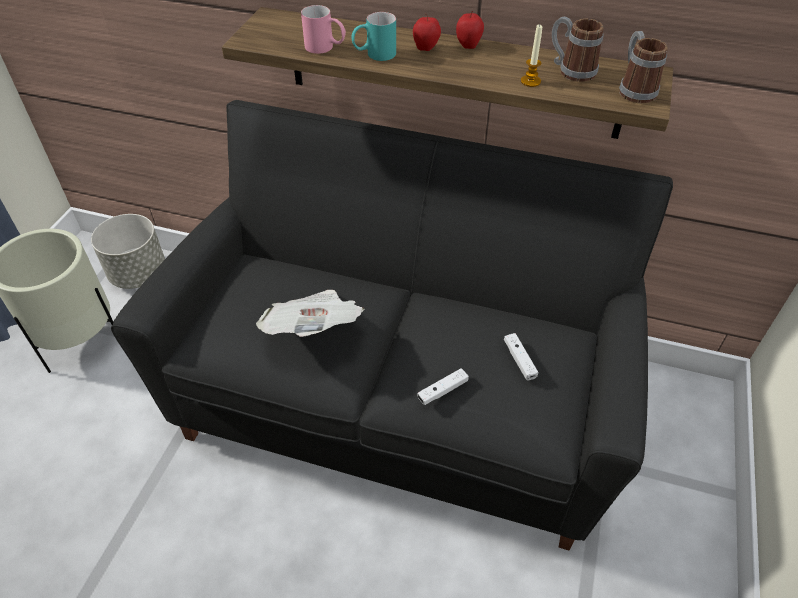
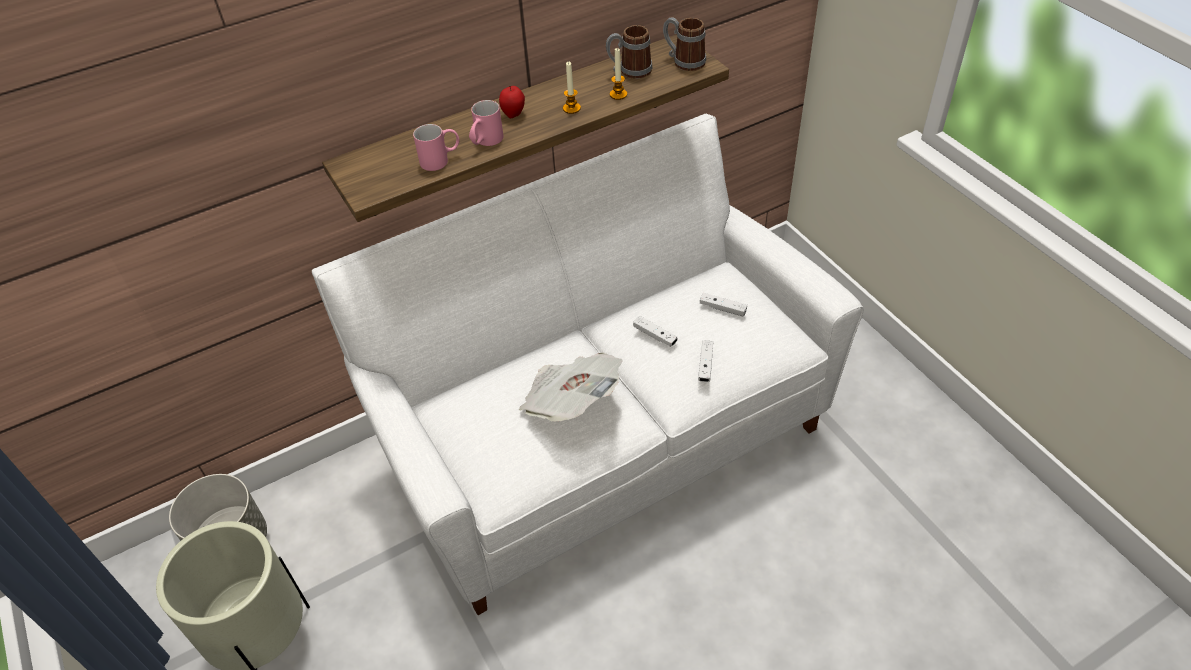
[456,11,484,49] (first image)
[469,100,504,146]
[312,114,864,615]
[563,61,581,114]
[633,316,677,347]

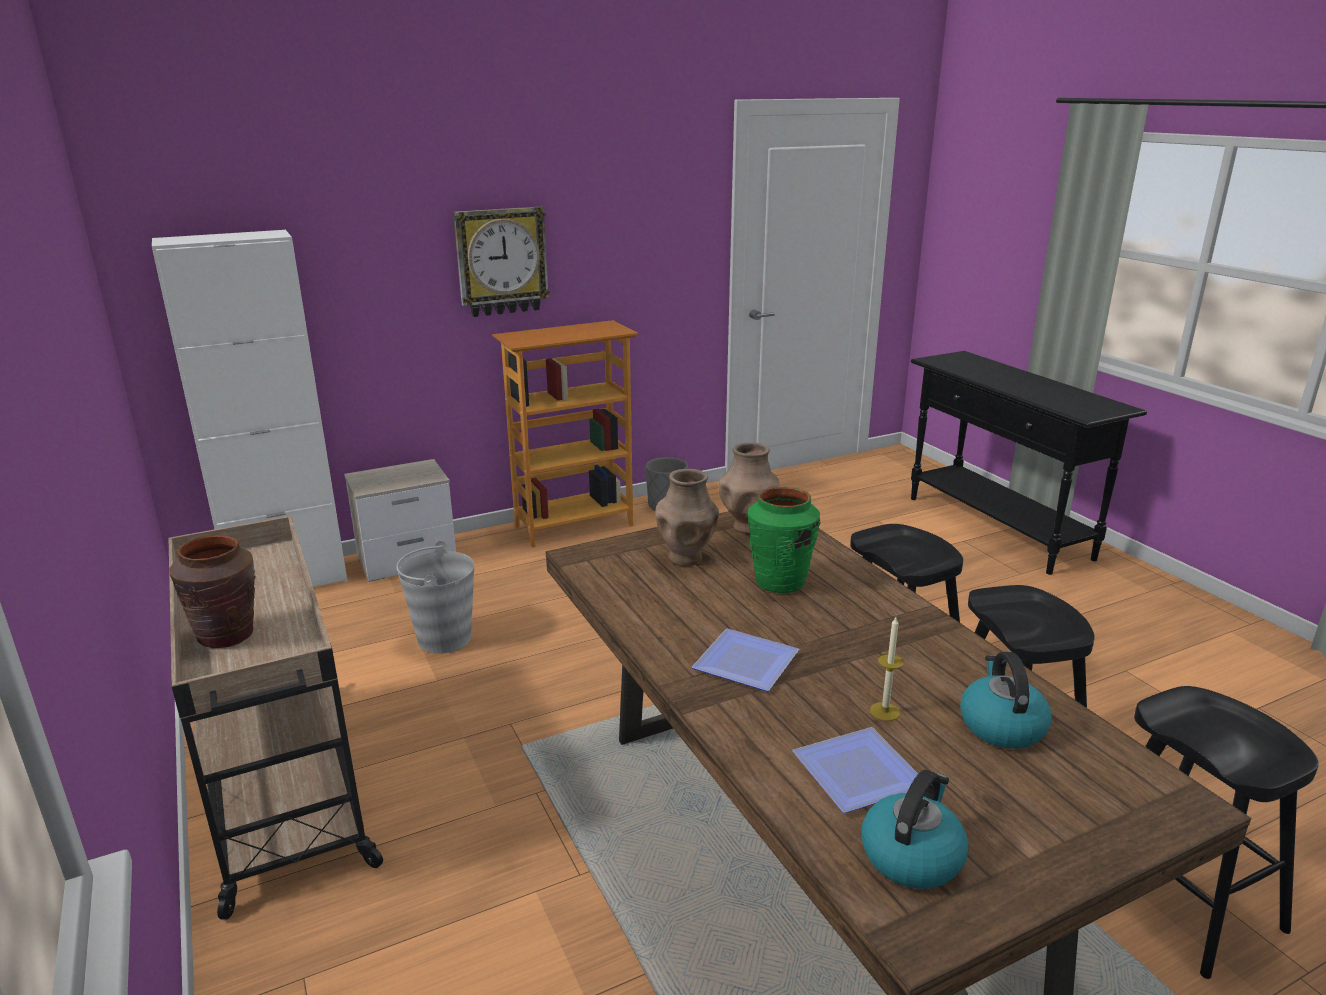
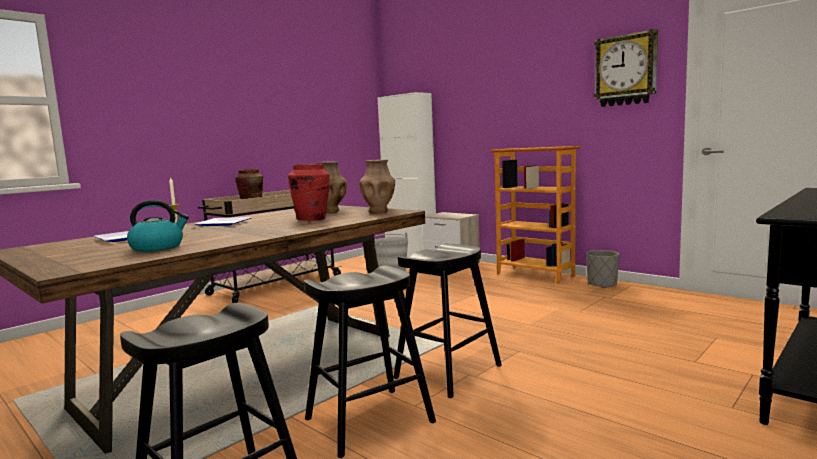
[594,29,658,107]
[288,164,330,221]
[861,770,968,889] (first image)

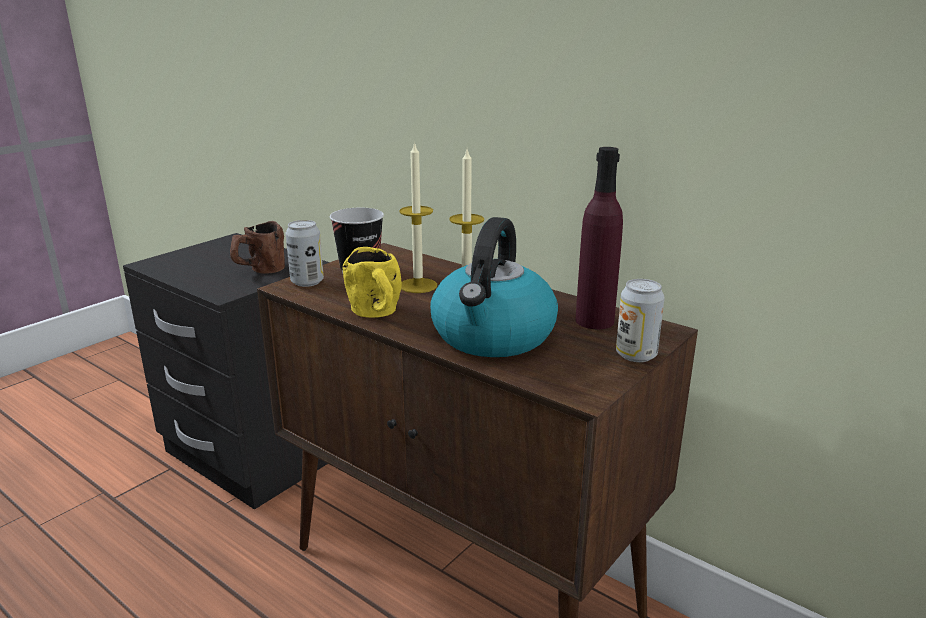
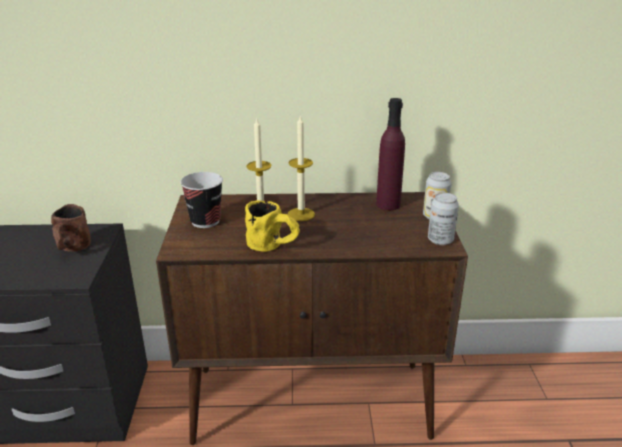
[430,217,558,357] (first image)
[428,193,459,245]

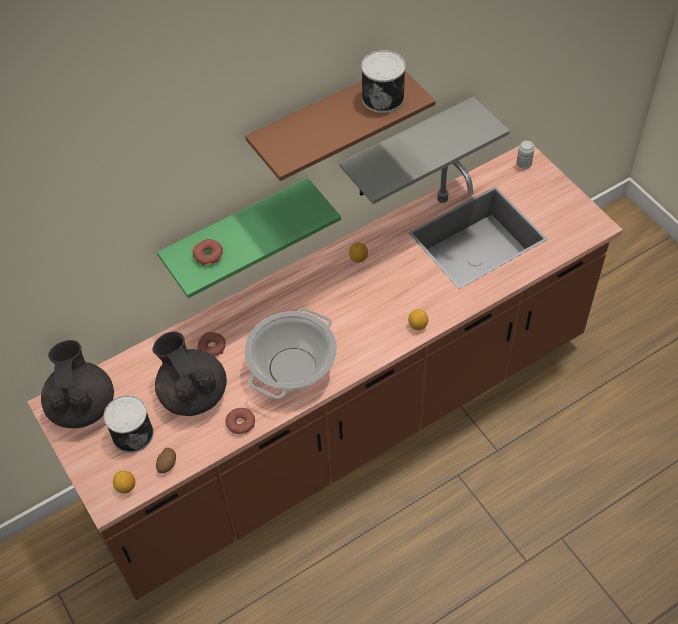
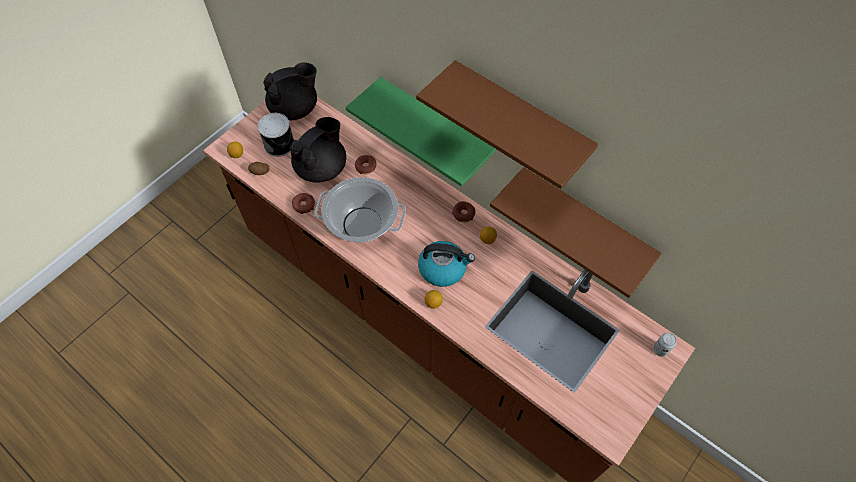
[361,50,406,113] (first image)
[490,167,662,298]
[452,201,475,223]
[418,241,475,287]

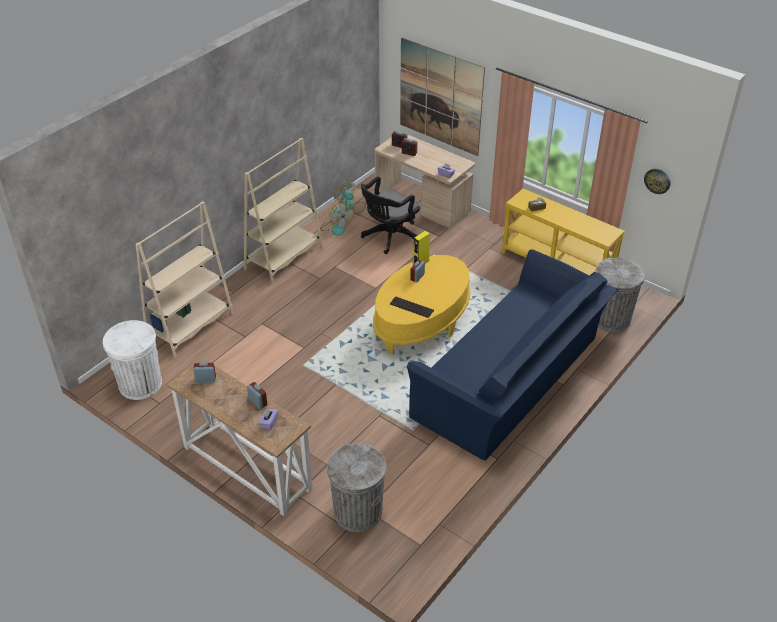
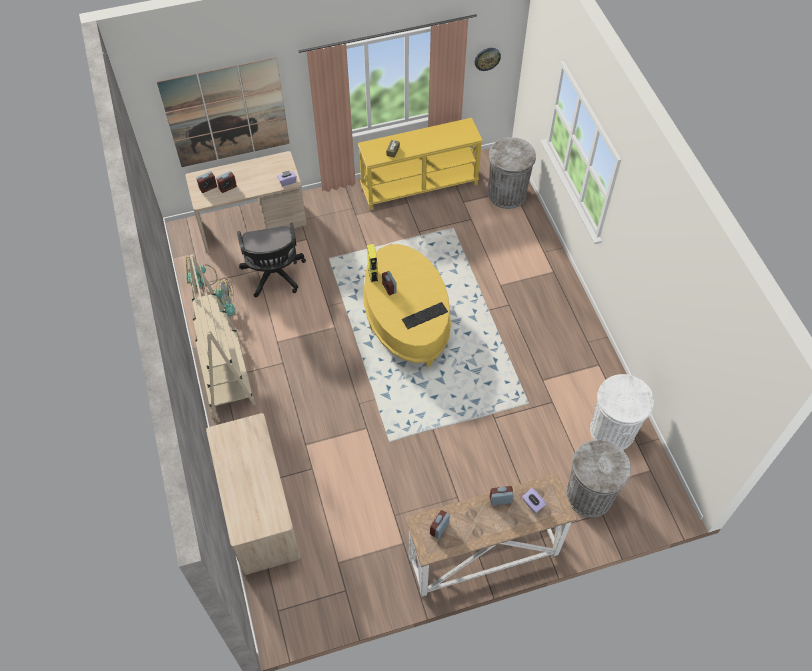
[206,413,301,575]
[407,249,618,461] (first image)
[590,374,654,450]

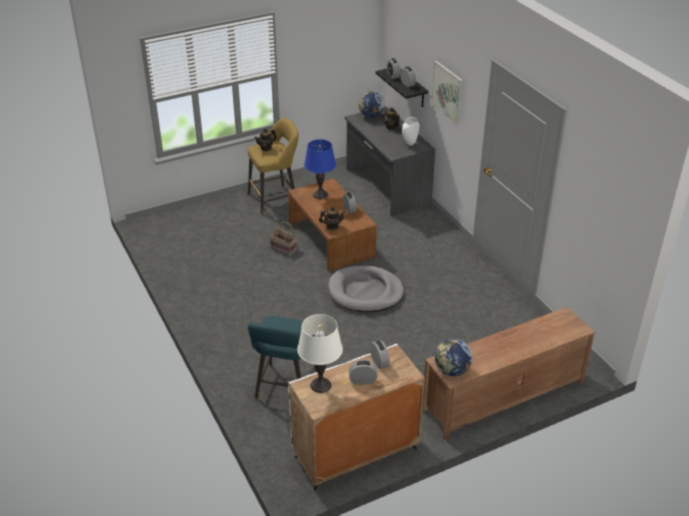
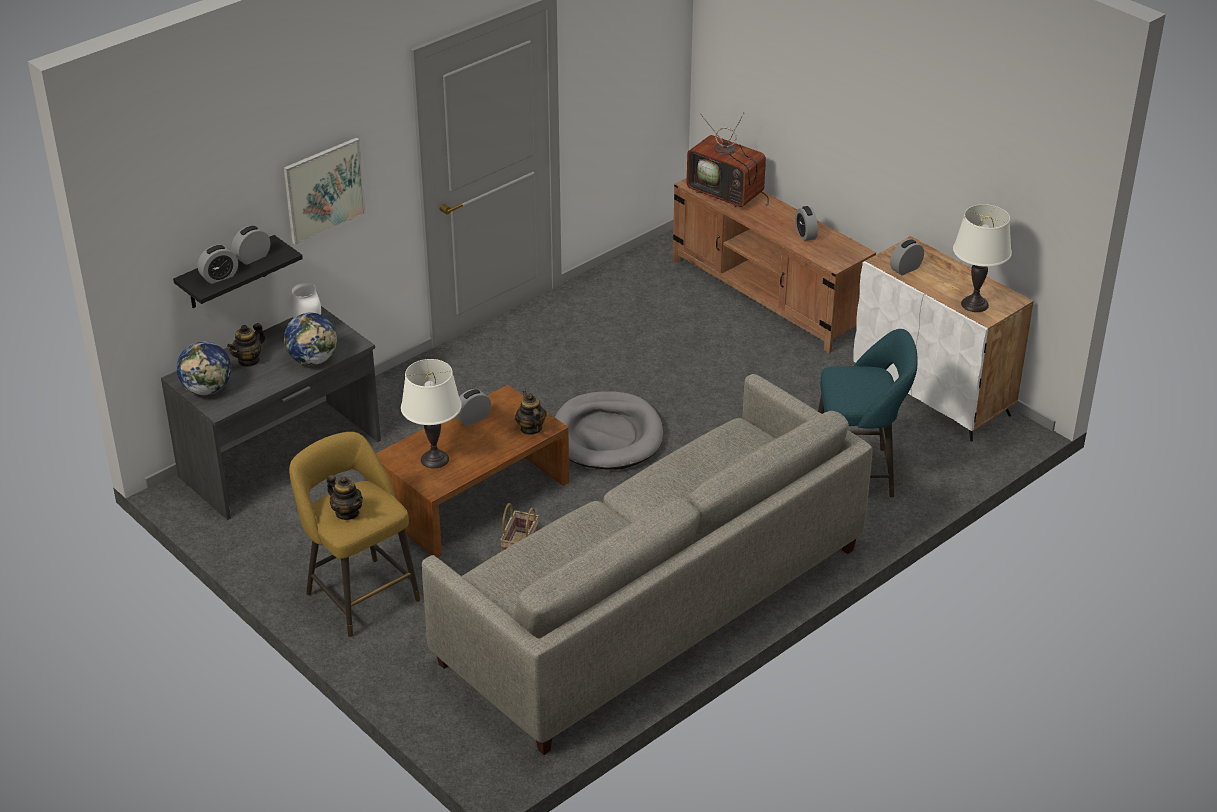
[401,359,462,469]
[284,313,337,365]
[795,206,818,241]
[687,112,769,207]
[422,374,872,755]

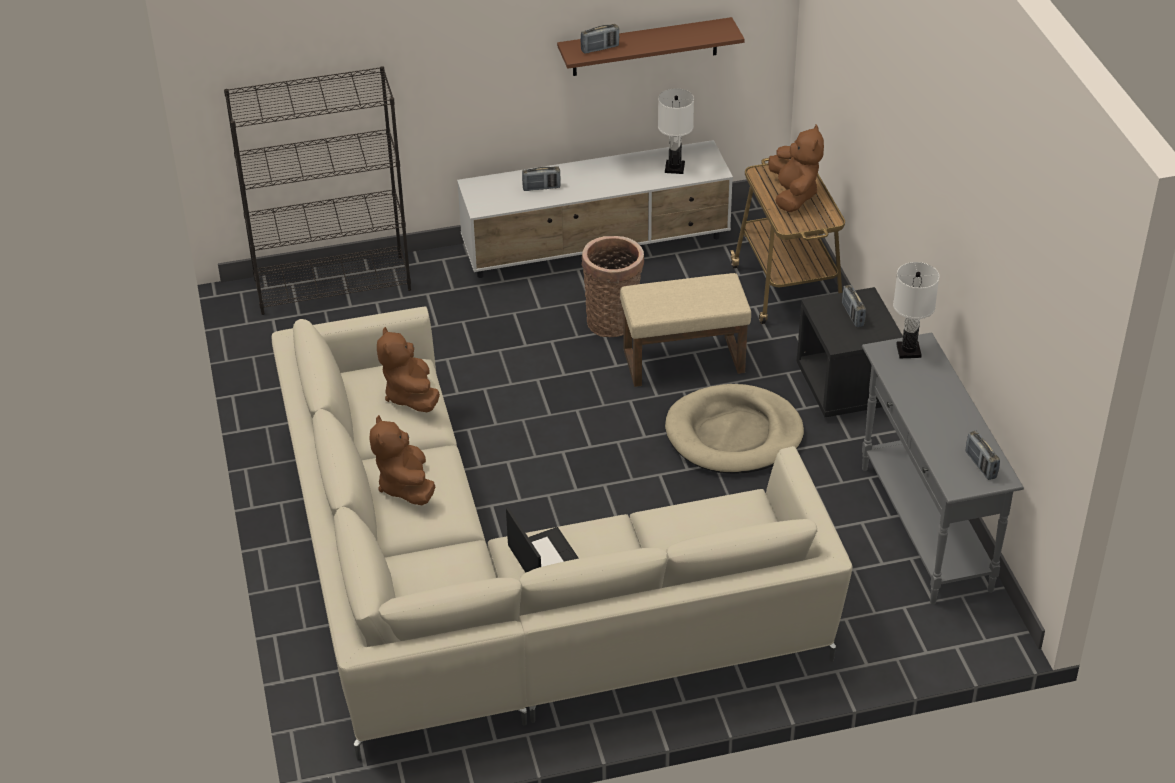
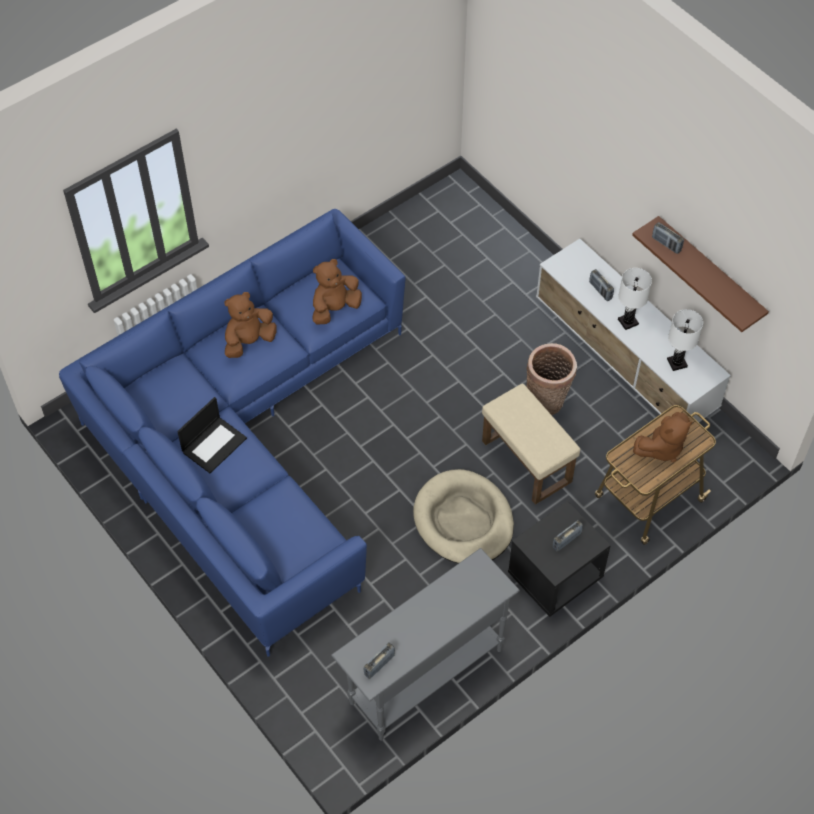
[224,66,411,315] (first image)
[618,268,652,330]
[59,209,406,657]

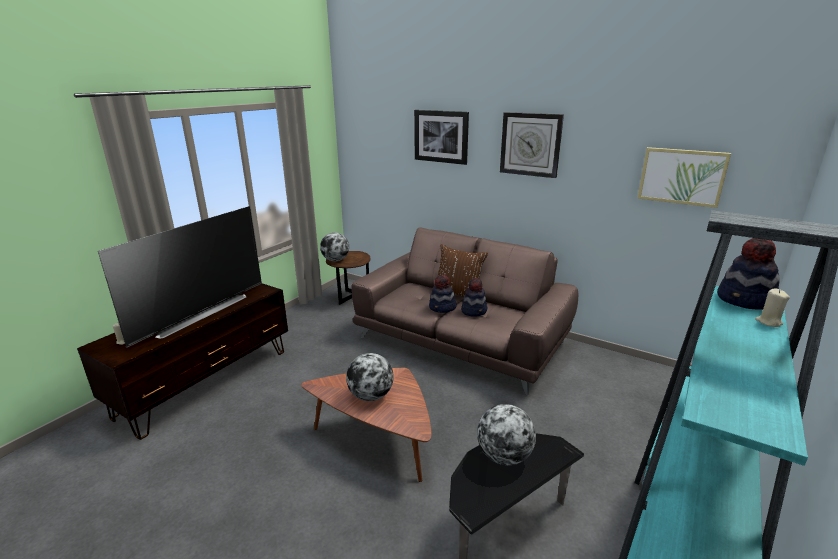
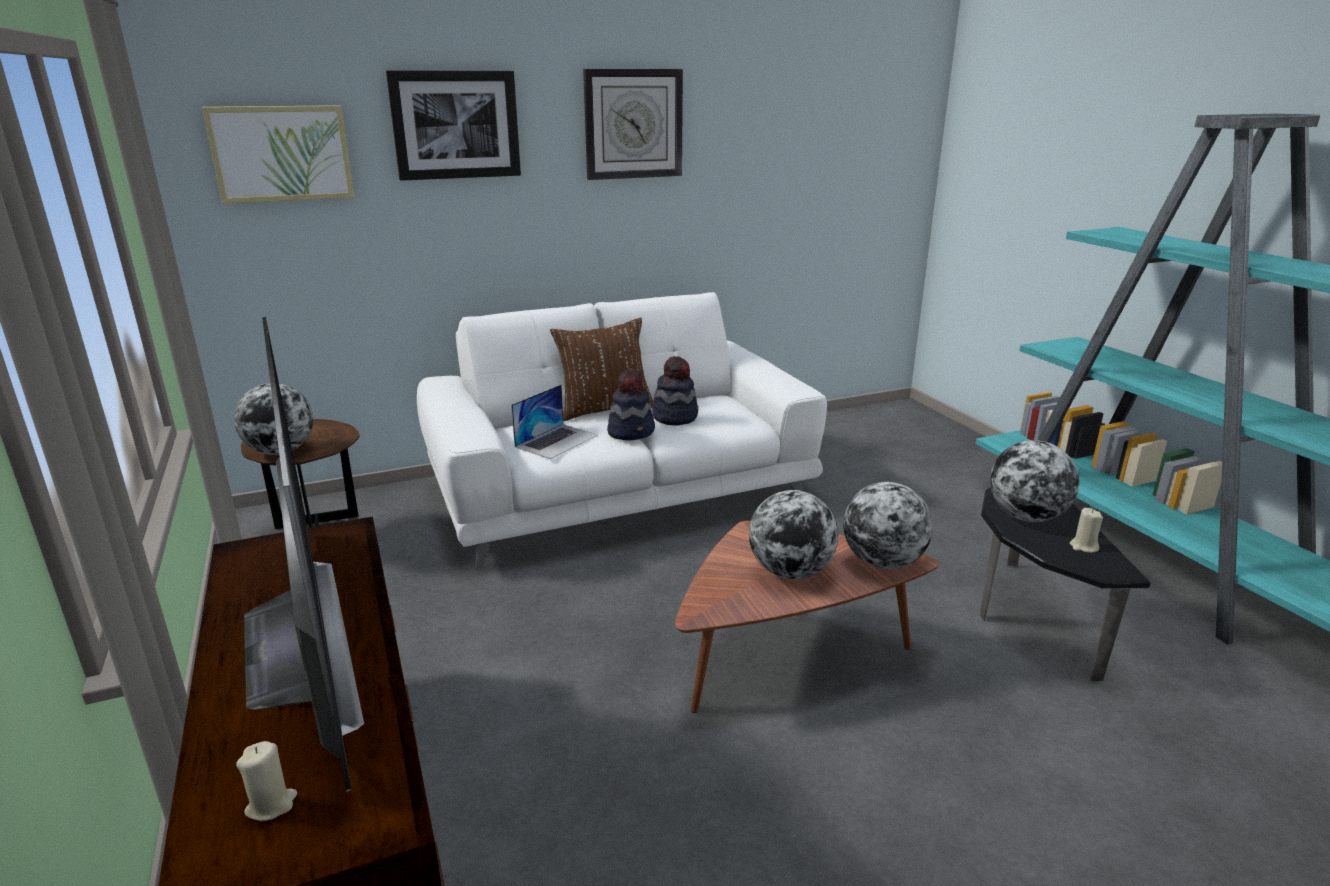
[202,105,354,204]
[417,292,827,571]
[717,238,780,310] (first image)
[1070,508,1103,553]
[511,385,598,459]
[843,482,933,569]

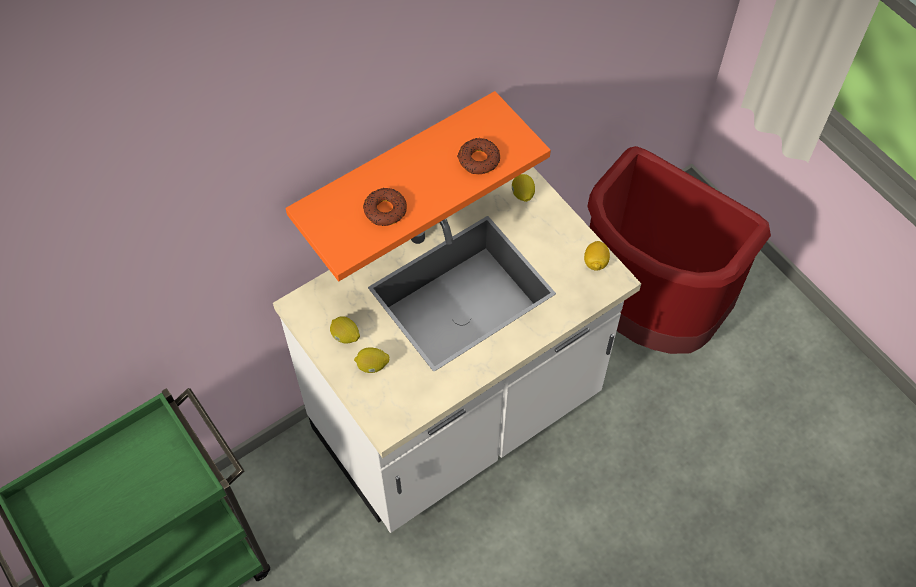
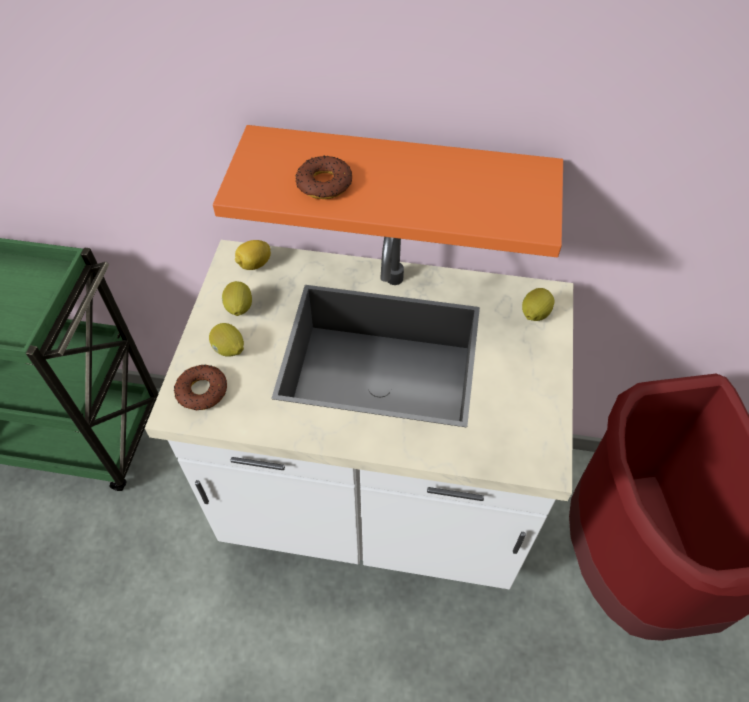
[174,364,227,410]
[235,240,271,270]

